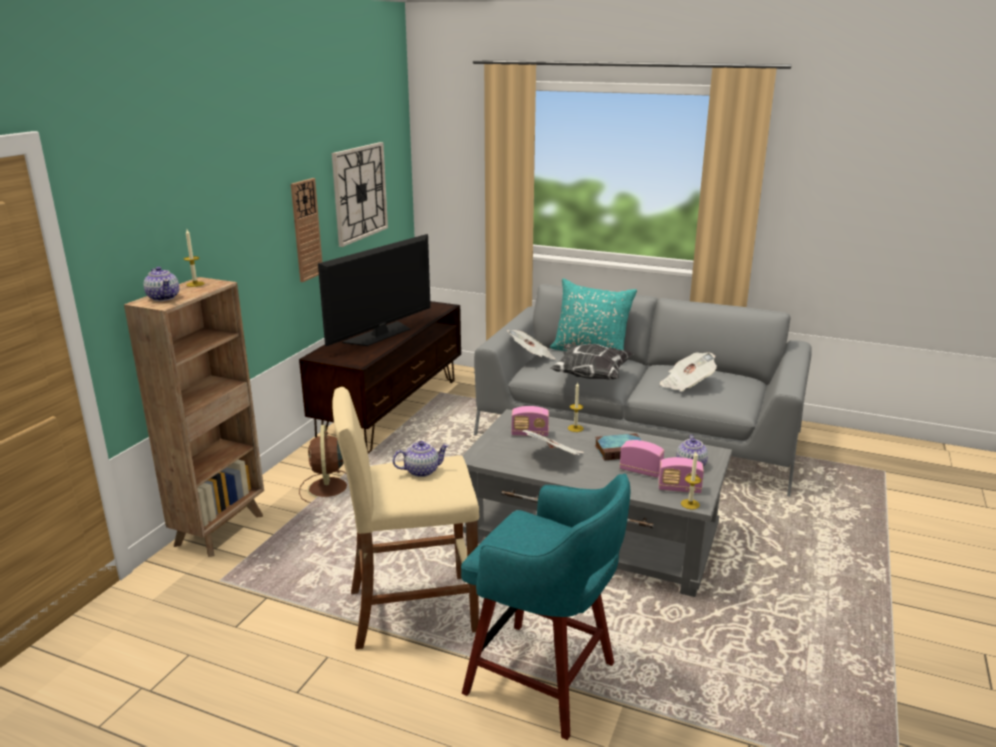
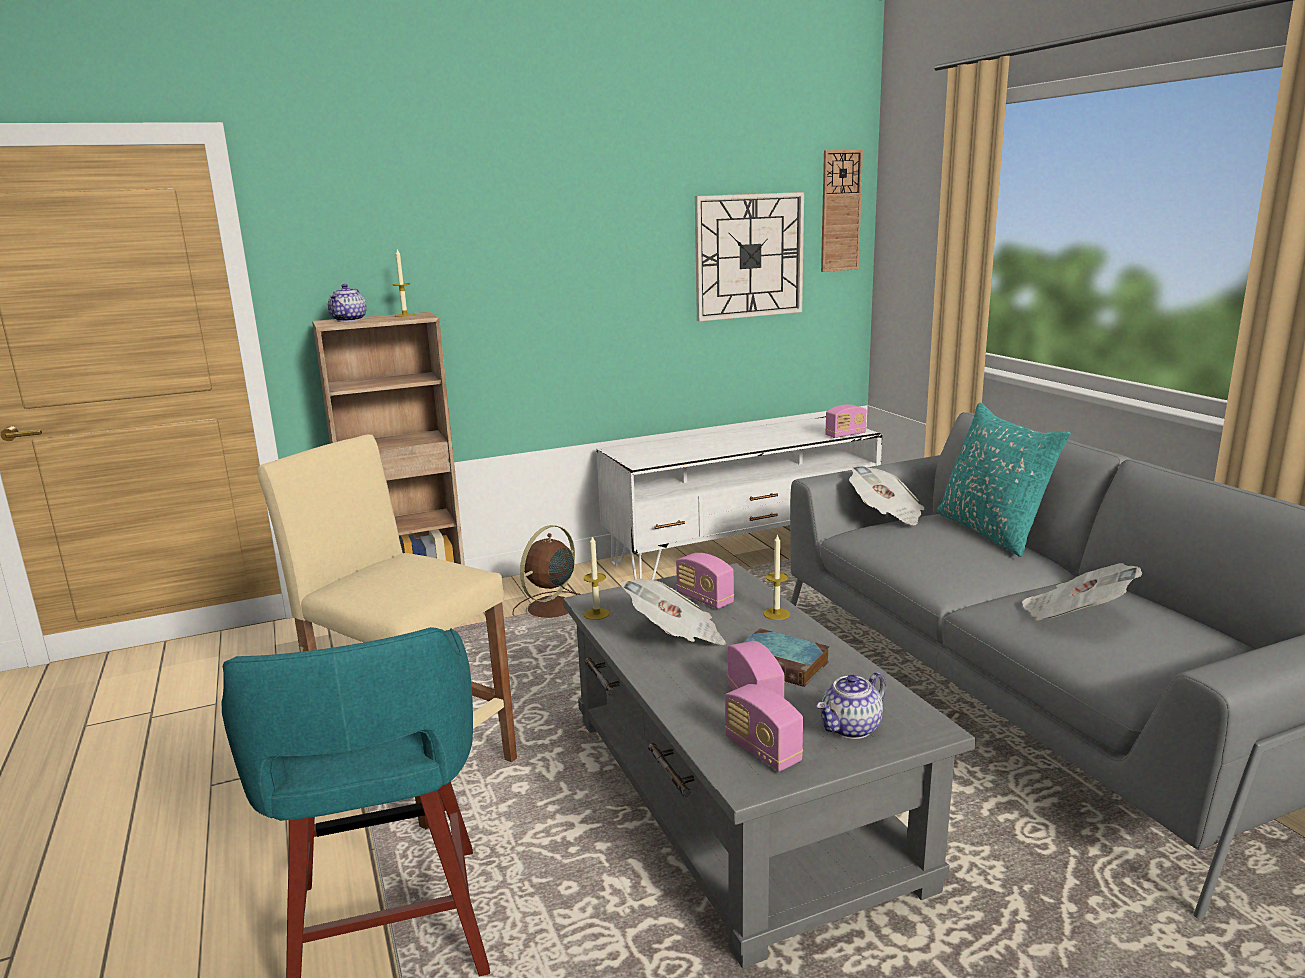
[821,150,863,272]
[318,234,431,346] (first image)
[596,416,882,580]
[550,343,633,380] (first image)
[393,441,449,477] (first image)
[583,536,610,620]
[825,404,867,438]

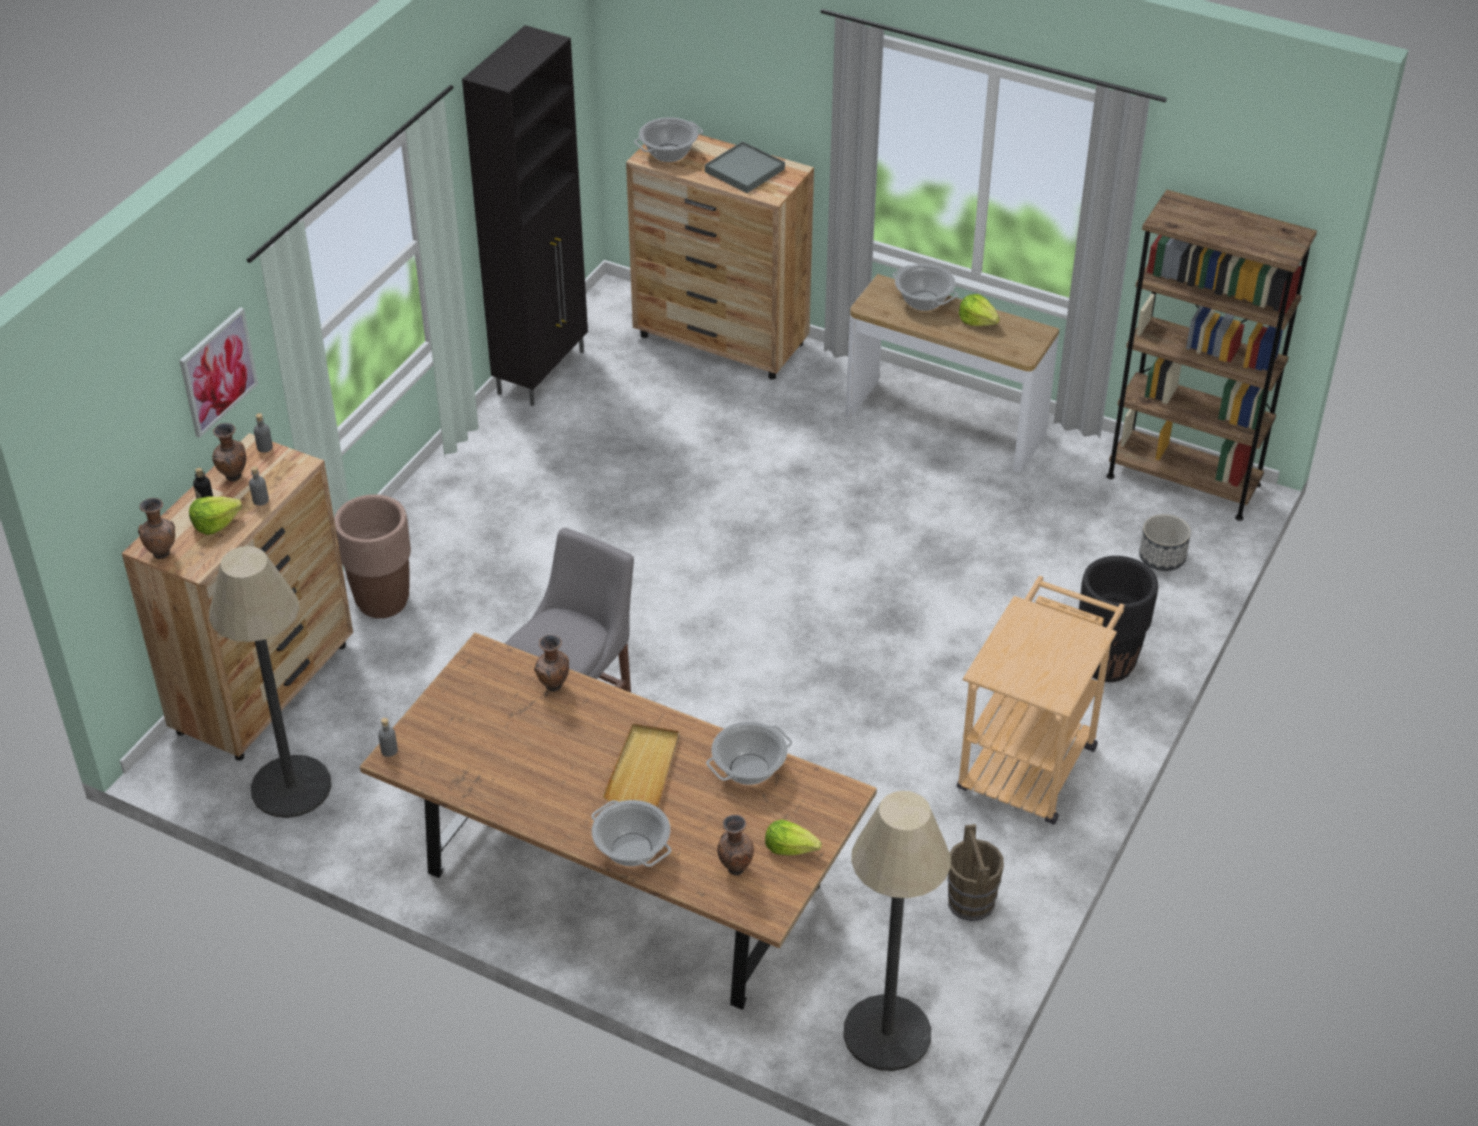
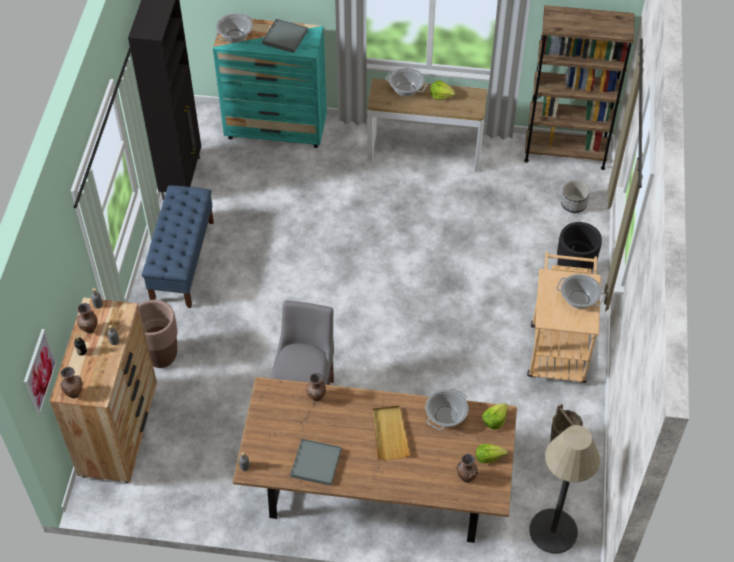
[213,16,327,148]
[24,329,57,415]
[482,403,508,430]
[209,546,331,818] (first image)
[557,274,605,309]
[142,185,214,308]
[290,439,341,486]

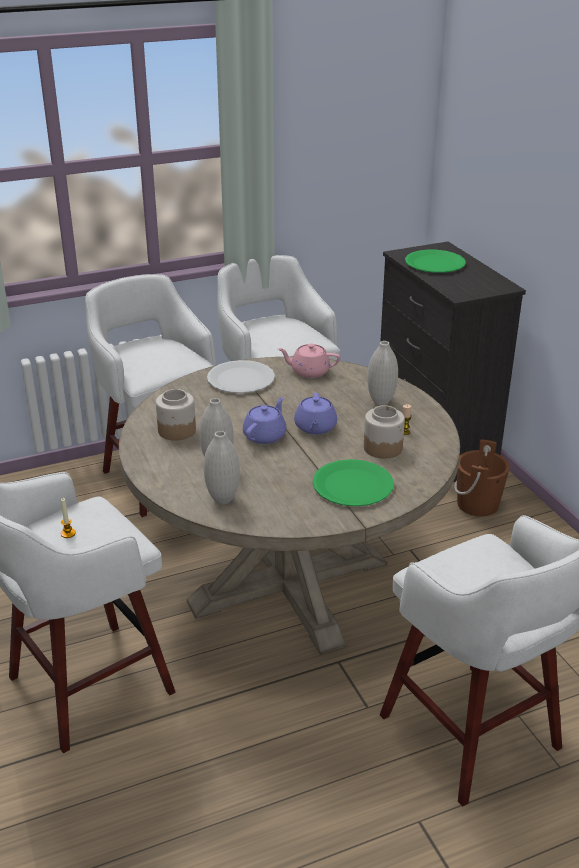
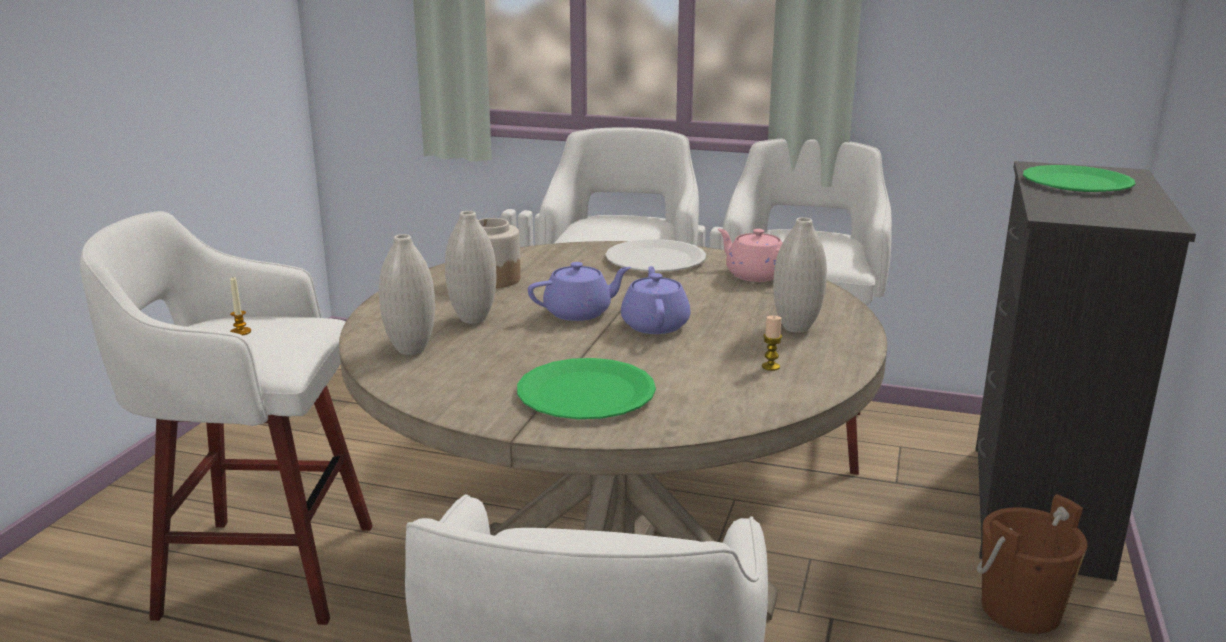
[621,266,691,334]
[364,405,405,459] (first image)

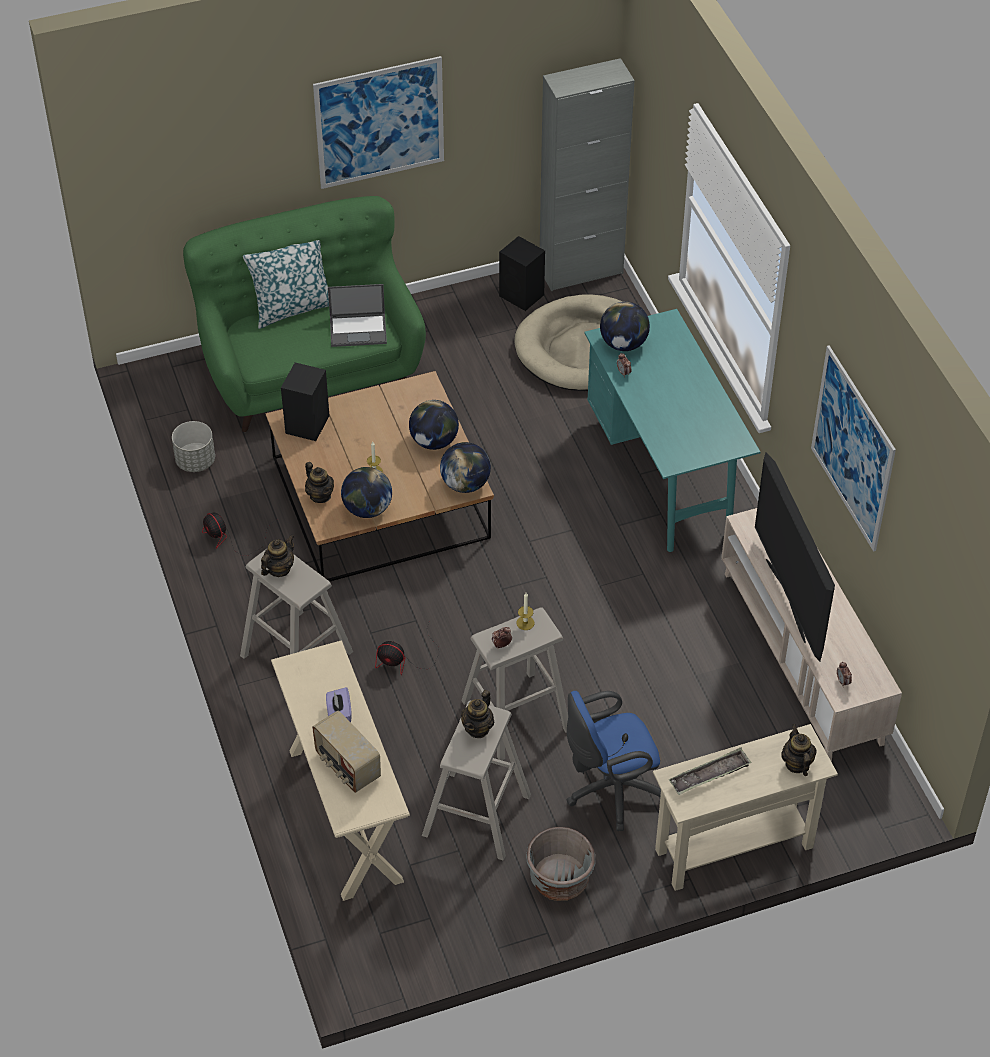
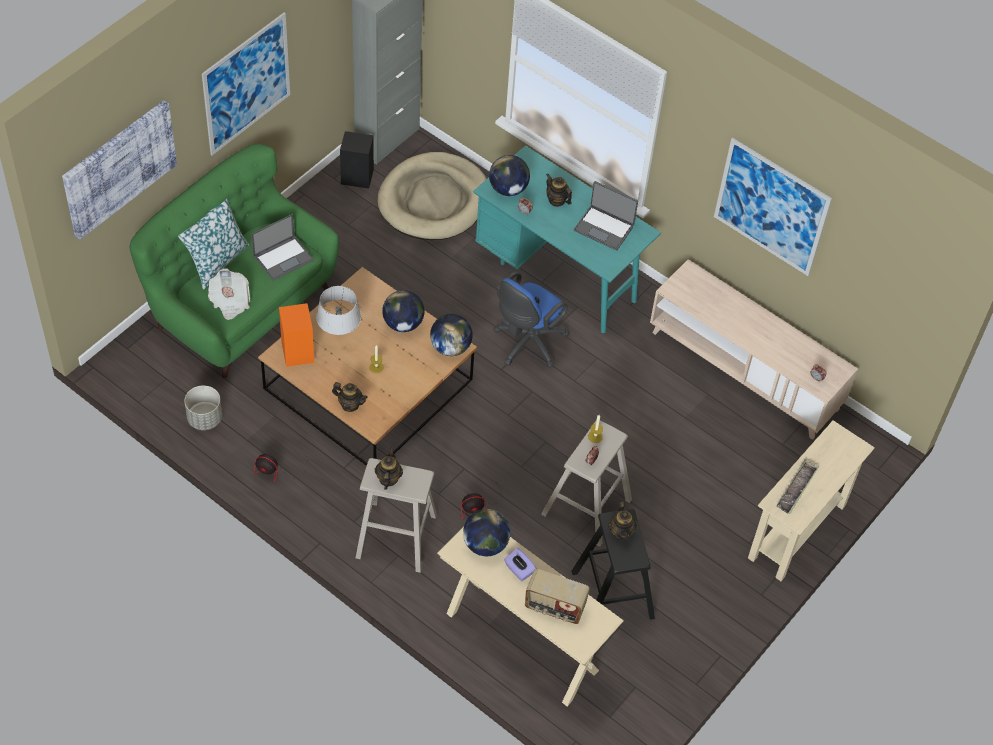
[279,303,314,367]
[755,452,835,661] (first image)
[463,509,510,556]
[494,272,569,368]
[571,509,655,620]
[546,174,572,207]
[526,827,595,901] (first image)
[62,100,177,239]
[574,181,638,250]
[208,269,250,320]
[316,286,361,335]

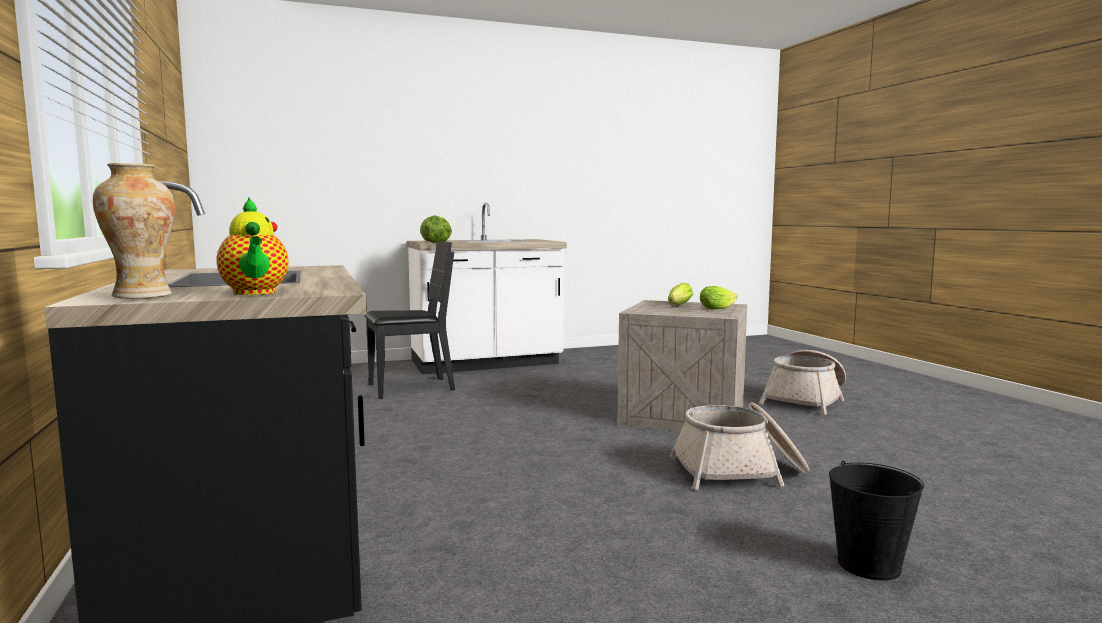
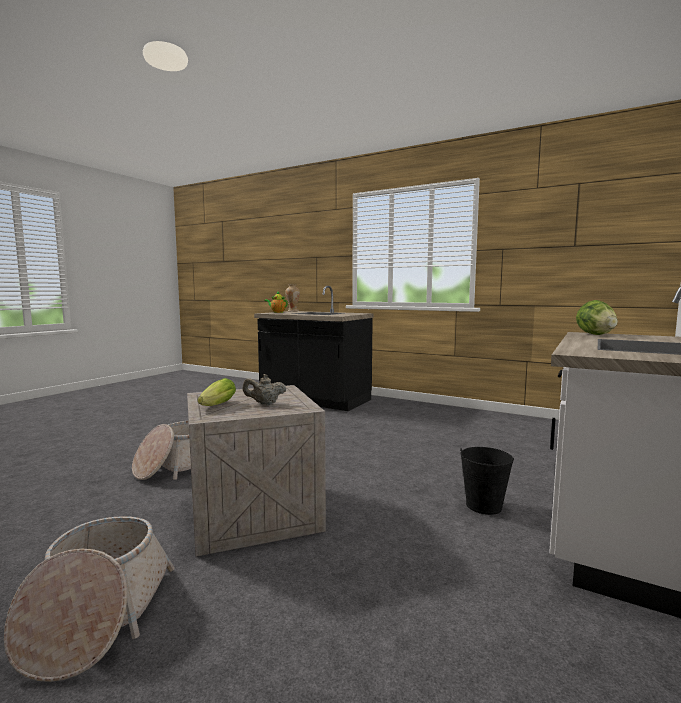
[364,241,455,399] (first image)
[242,374,286,405]
[460,447,514,515]

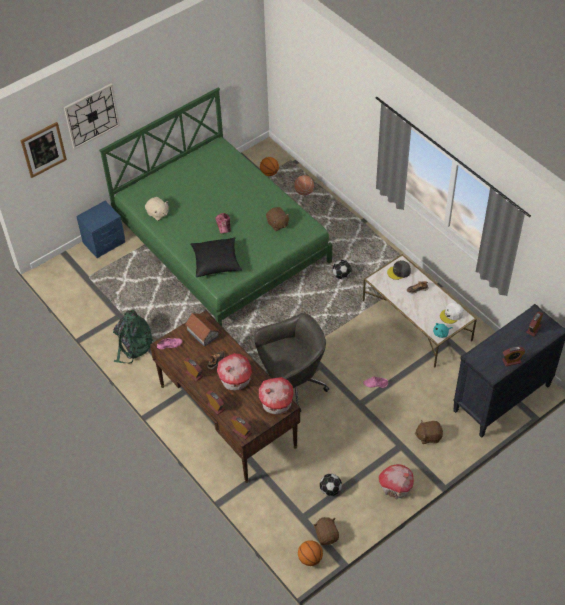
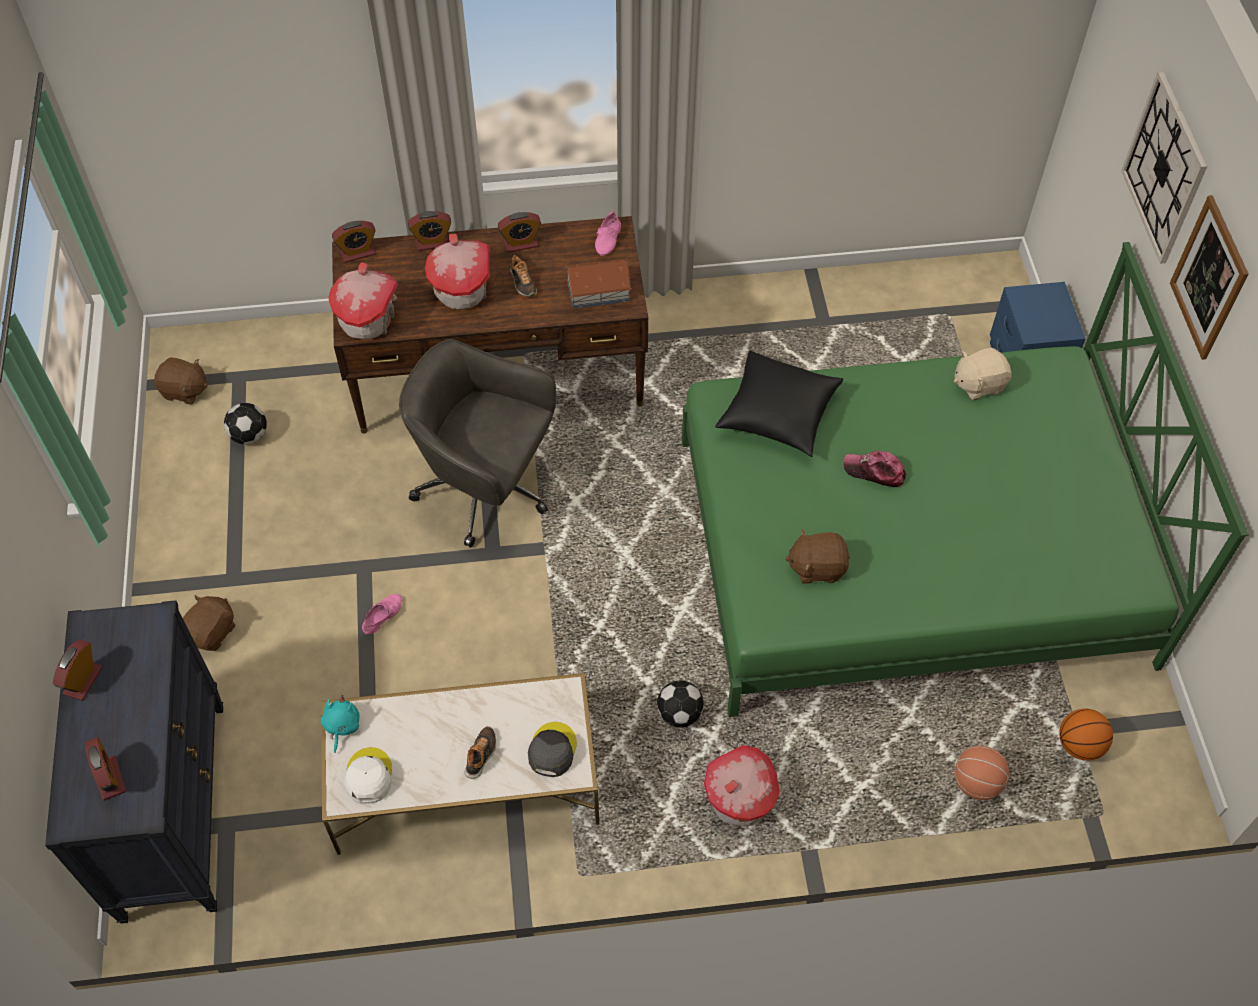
[1170,195,1249,360]
[113,310,154,364] (first image)
[399,339,556,548]
[704,745,780,826]
[298,540,323,566] (first image)

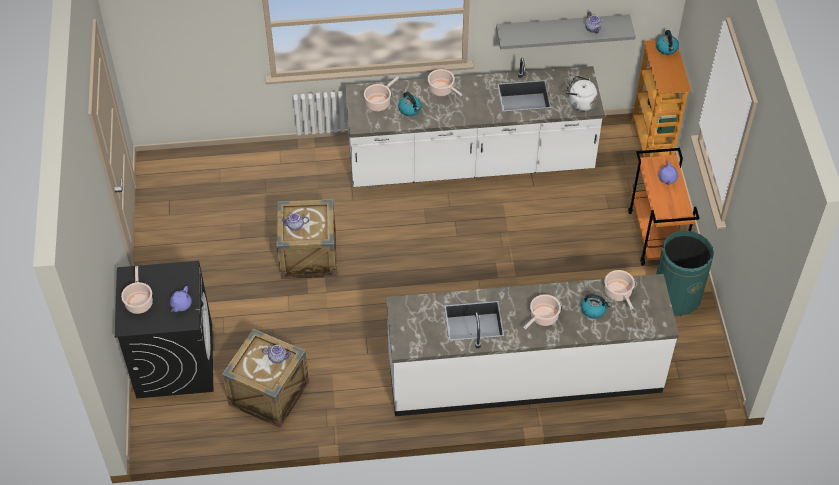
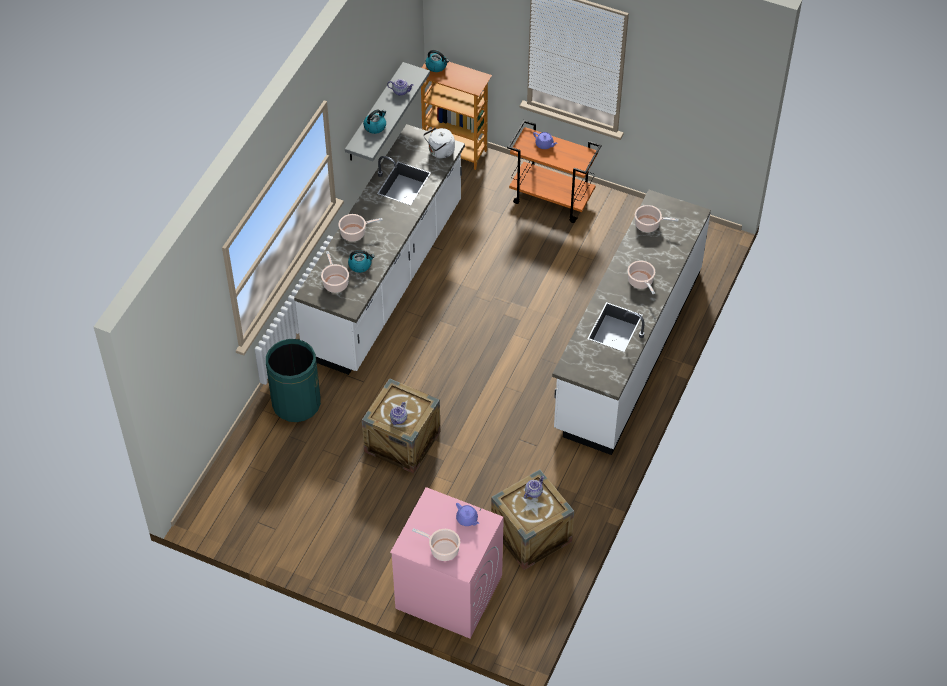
[266,339,321,422]
[390,487,504,639]
[363,110,386,134]

